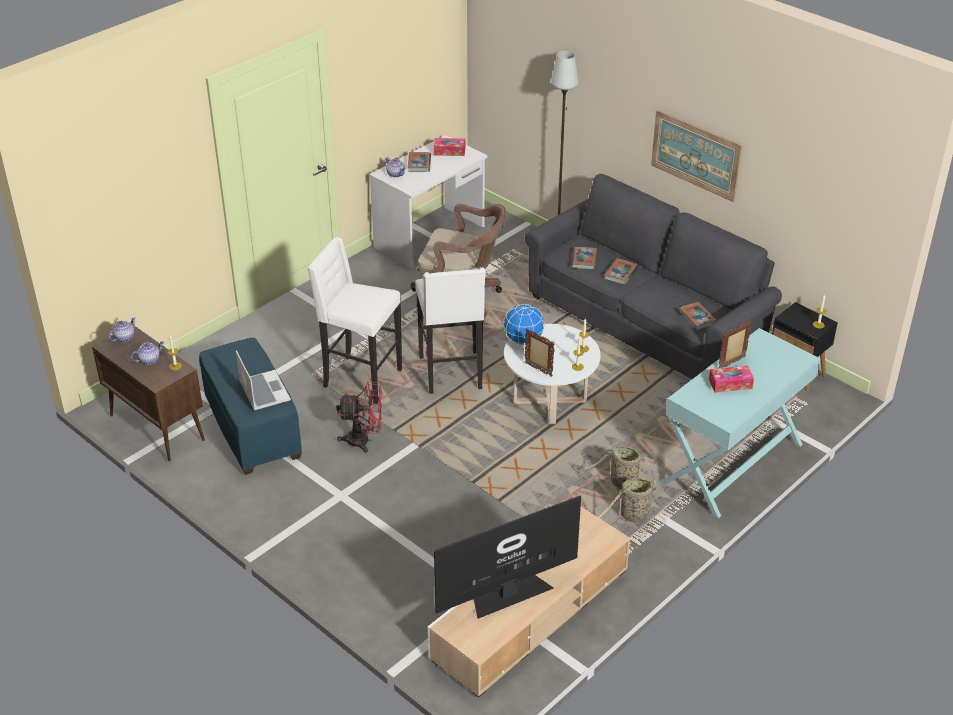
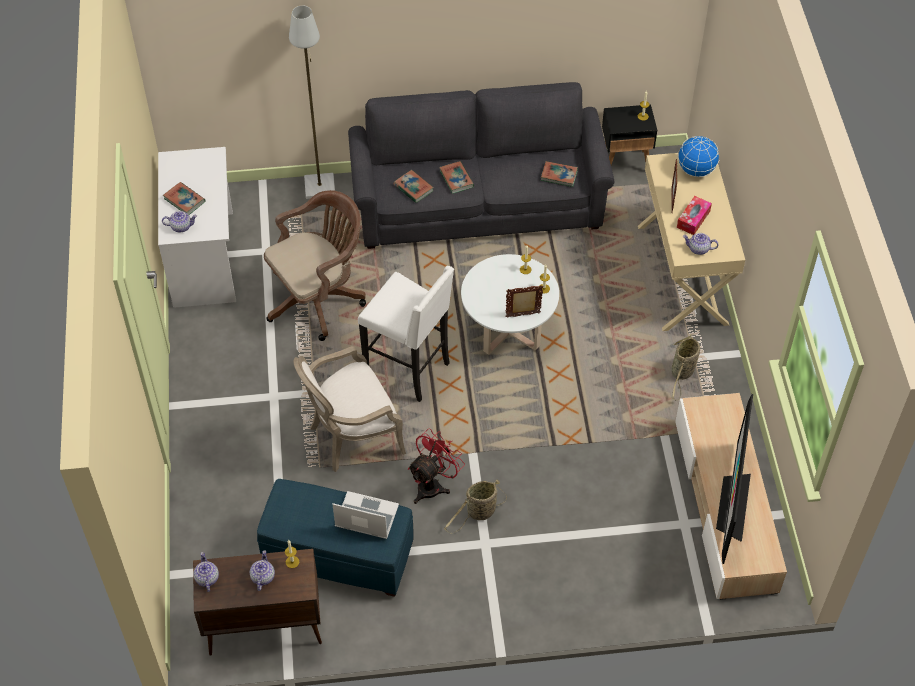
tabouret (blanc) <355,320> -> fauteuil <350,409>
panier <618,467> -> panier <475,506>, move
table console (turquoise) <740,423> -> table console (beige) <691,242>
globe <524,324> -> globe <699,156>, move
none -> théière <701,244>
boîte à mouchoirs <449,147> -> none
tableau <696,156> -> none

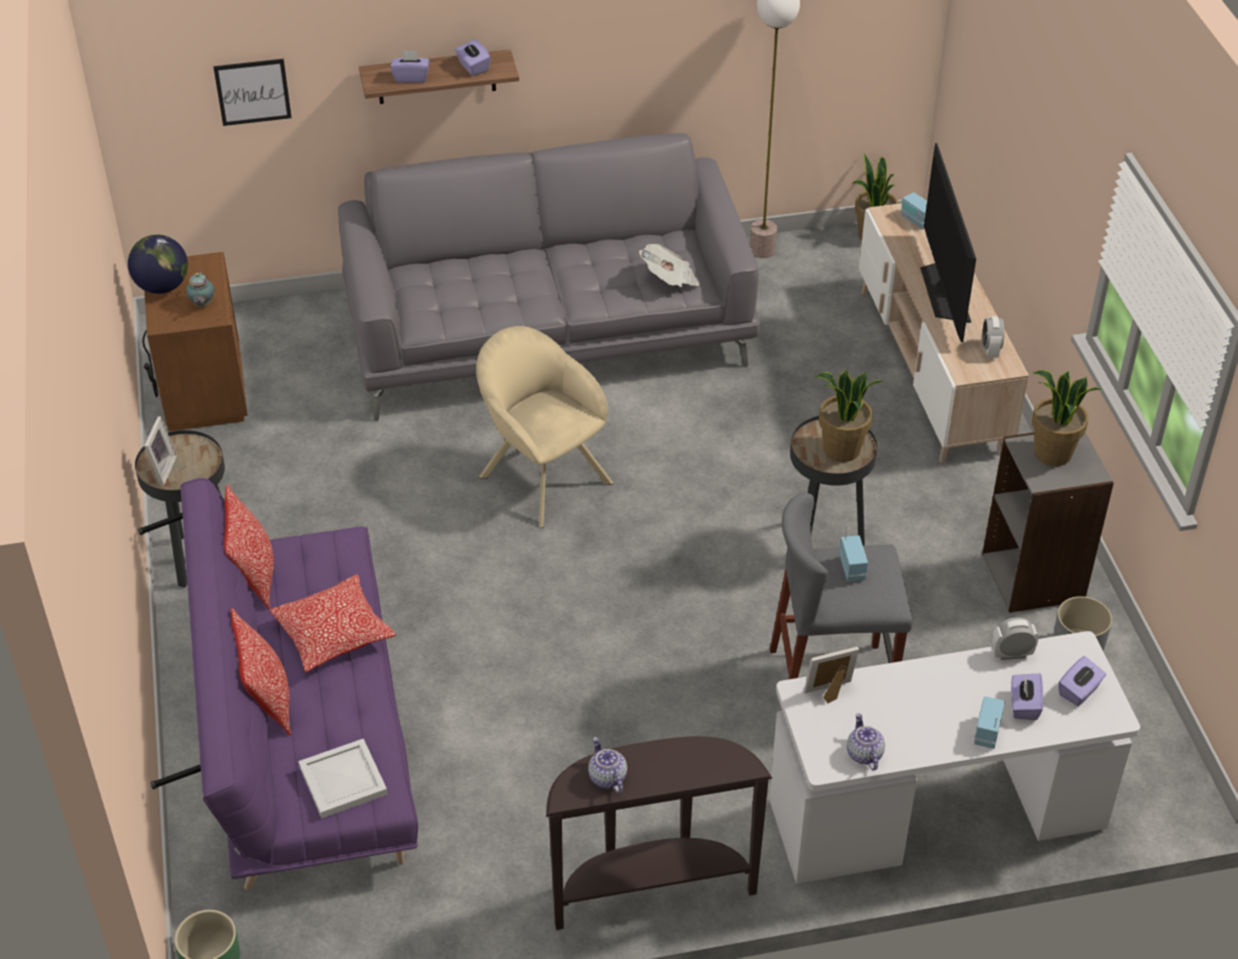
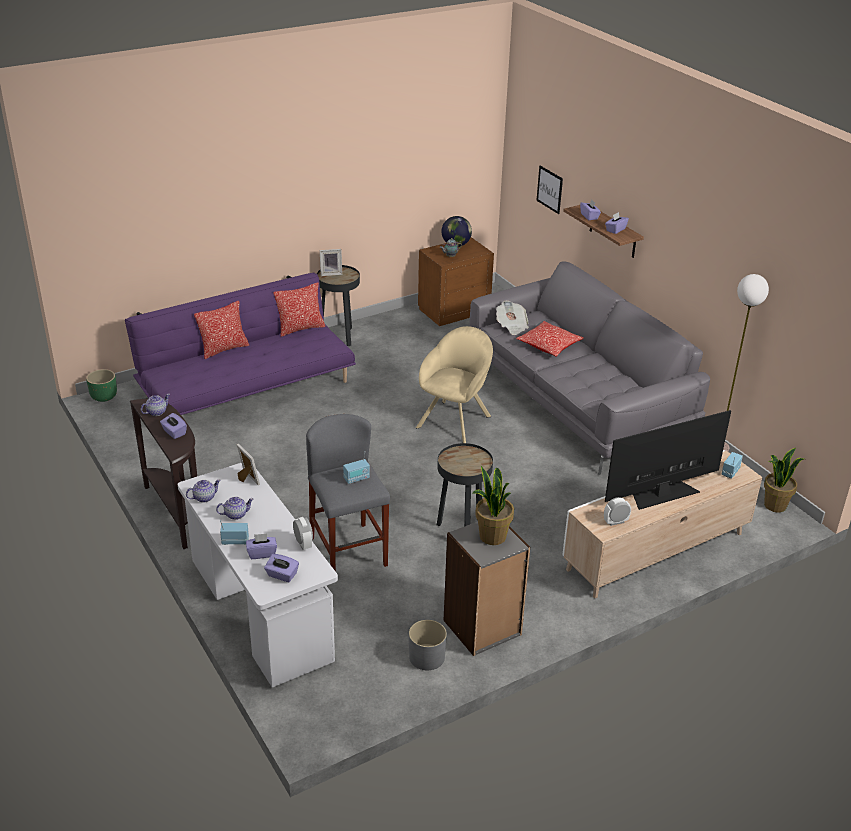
none -> boîte à mouchoirs (violet) <173,426>
none -> théière <235,508>
journal <669,265> -> journal <512,317>, move
coussin <332,623> -> coussin <550,338>, move
plateau (blanc) <343,778> -> none
plante en pot <848,415> -> none

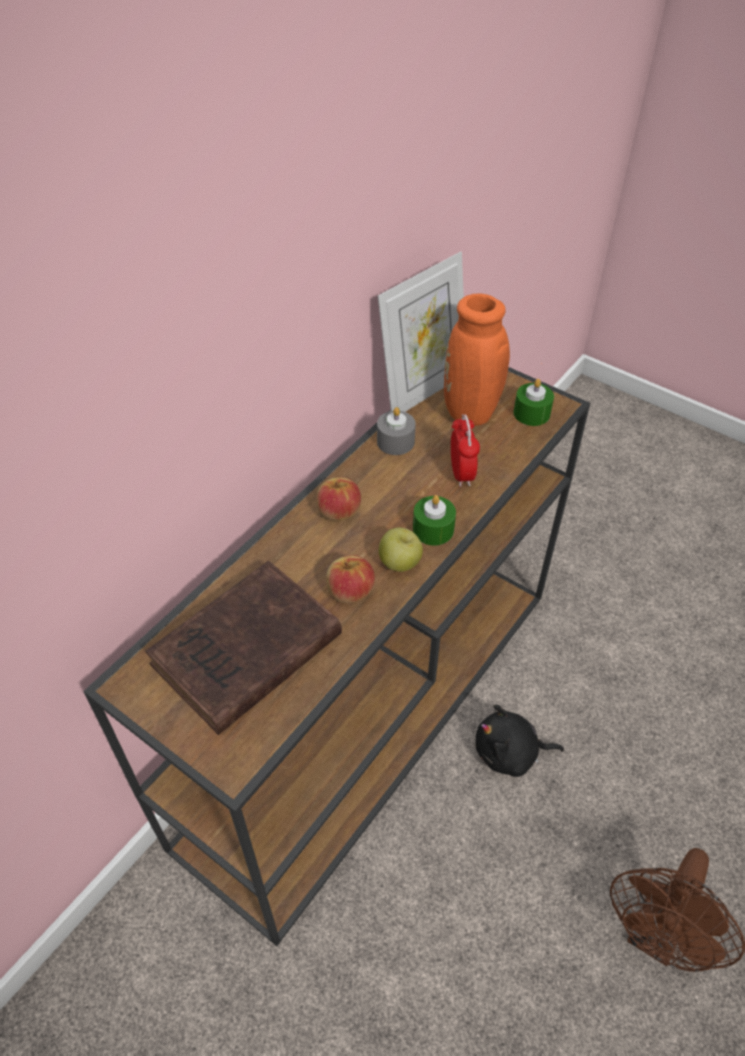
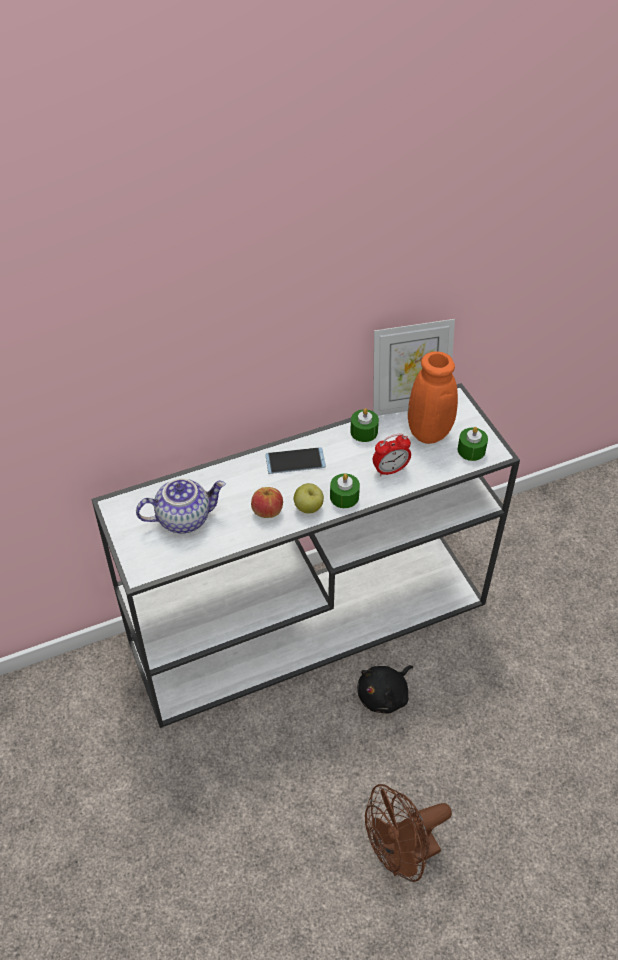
table console (marron) <336,656> -> table console (blanc) <305,555>
livre (marron) <243,648> -> théière <181,505>
pomme <339,499> -> téléphone <296,460>
bougie (gris) <396,431> -> bougie (vert) <364,425>
peluche (noir) <519,741> -> peluche (noir) <385,689>, 75 degrees counterclockwise
réveil <465,450> -> réveil <392,455>, 45 degrees clockwise

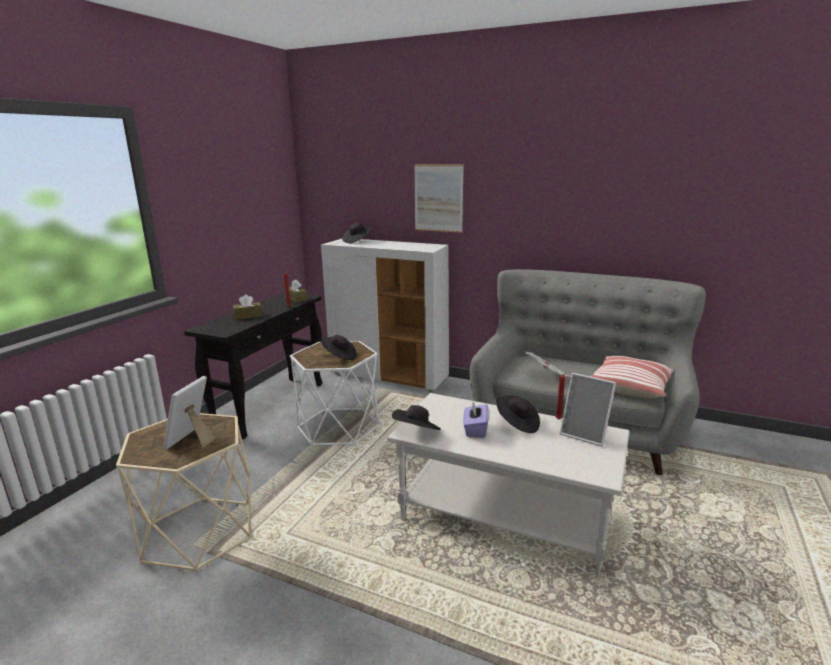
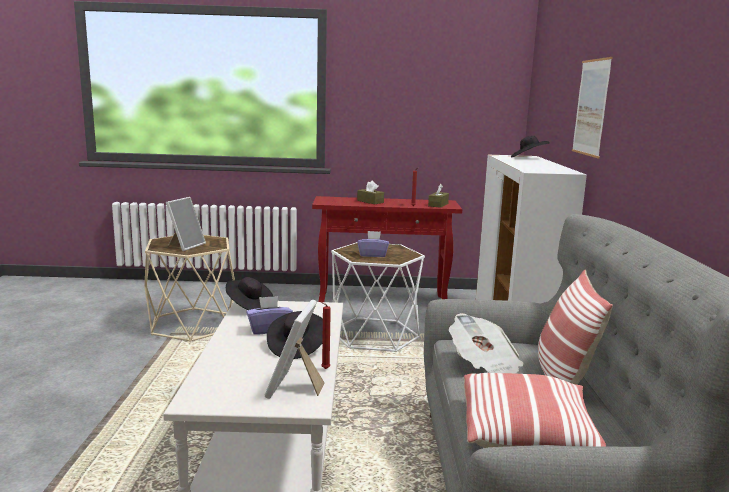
cadre photo <189,413> -> cadre photo <186,224>, 120 degrees clockwise
table console (noir) <253,365> -> table console (rouge) <387,249>
chapeau (noir) <339,347> -> boîte à mouchoirs (violet) <373,244>
none -> coussin <575,327>

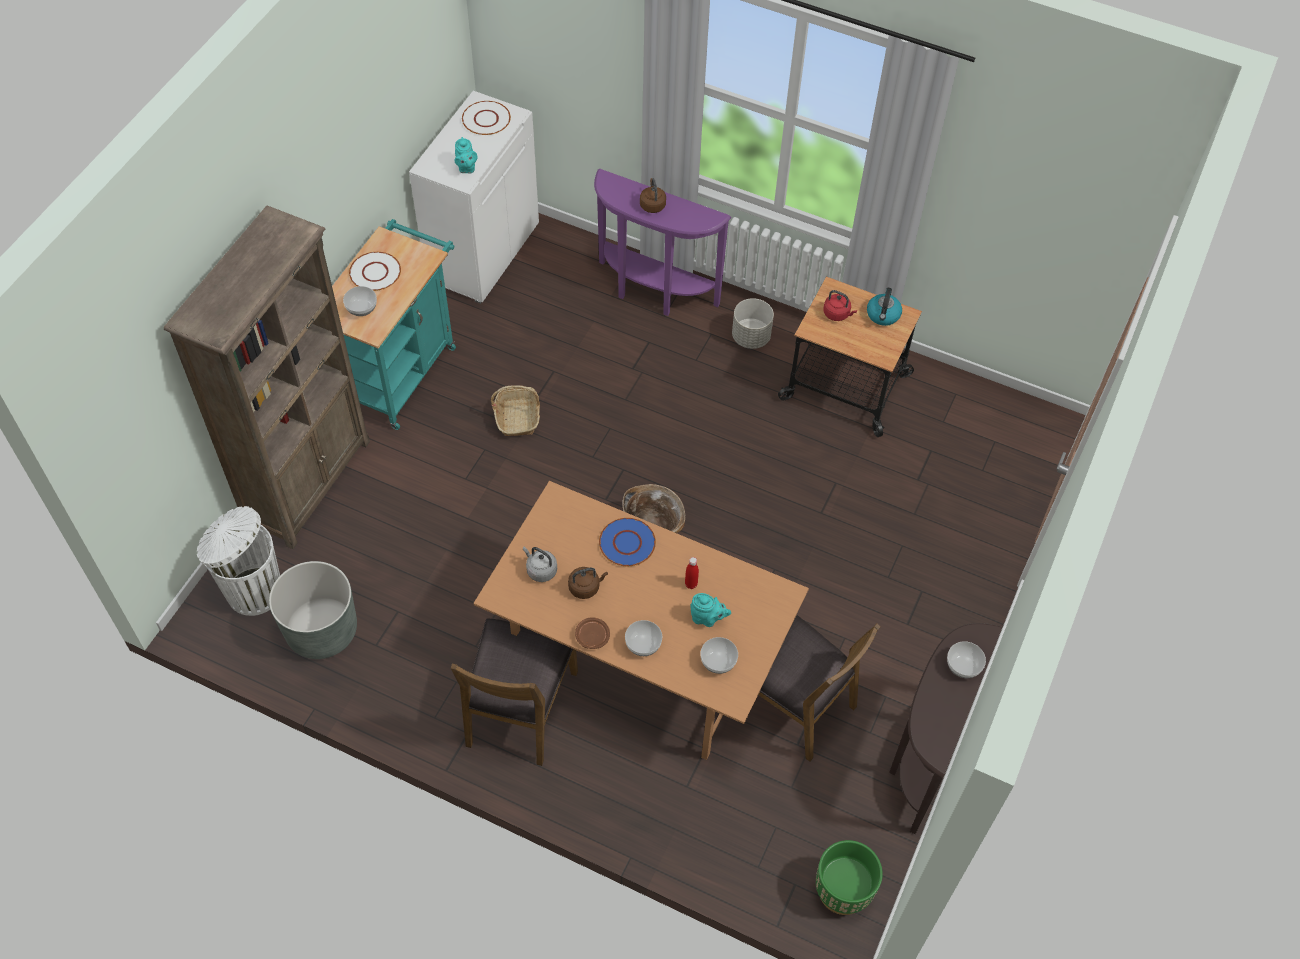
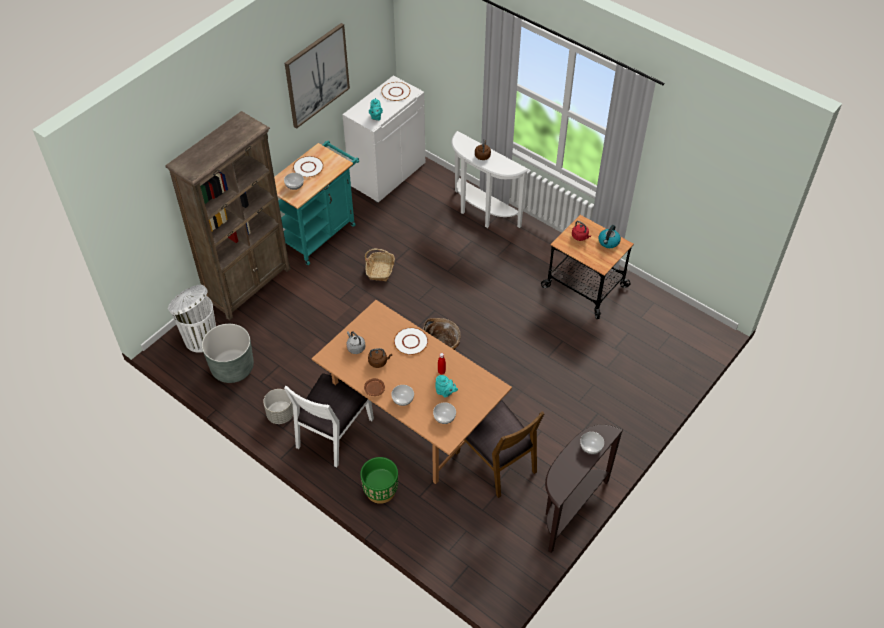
cache-pot (gris) <753,323> -> cache-pot (gris) <278,406>, move
chaise (marron) <514,692> -> chaise (blanc) <329,420>
none -> tableau <317,76>
cache-pot (vert) <849,877> -> cache-pot (vert) <379,480>, move
assiette (bleu) <627,542> -> assiette (blanc) <411,341>
table console (violet) <662,242> -> table console (blanc) <489,179>

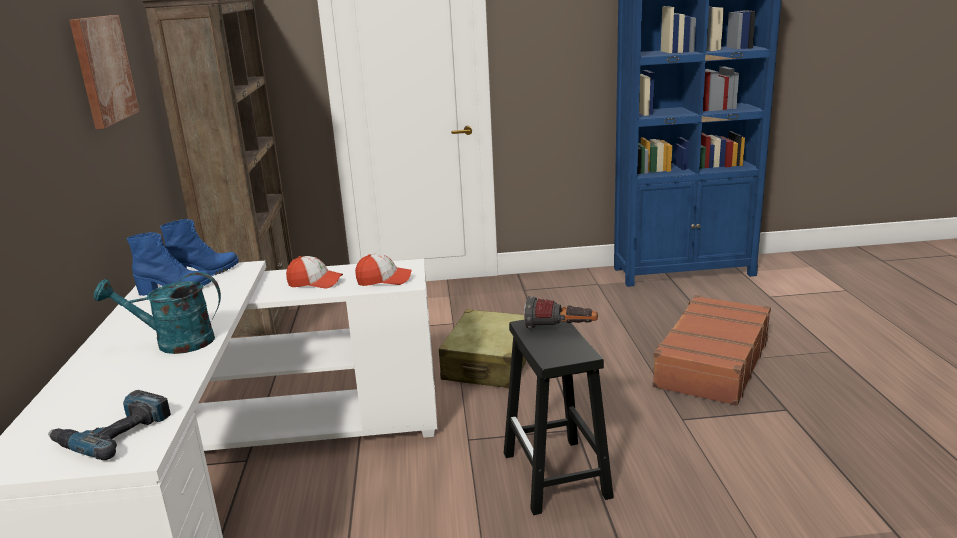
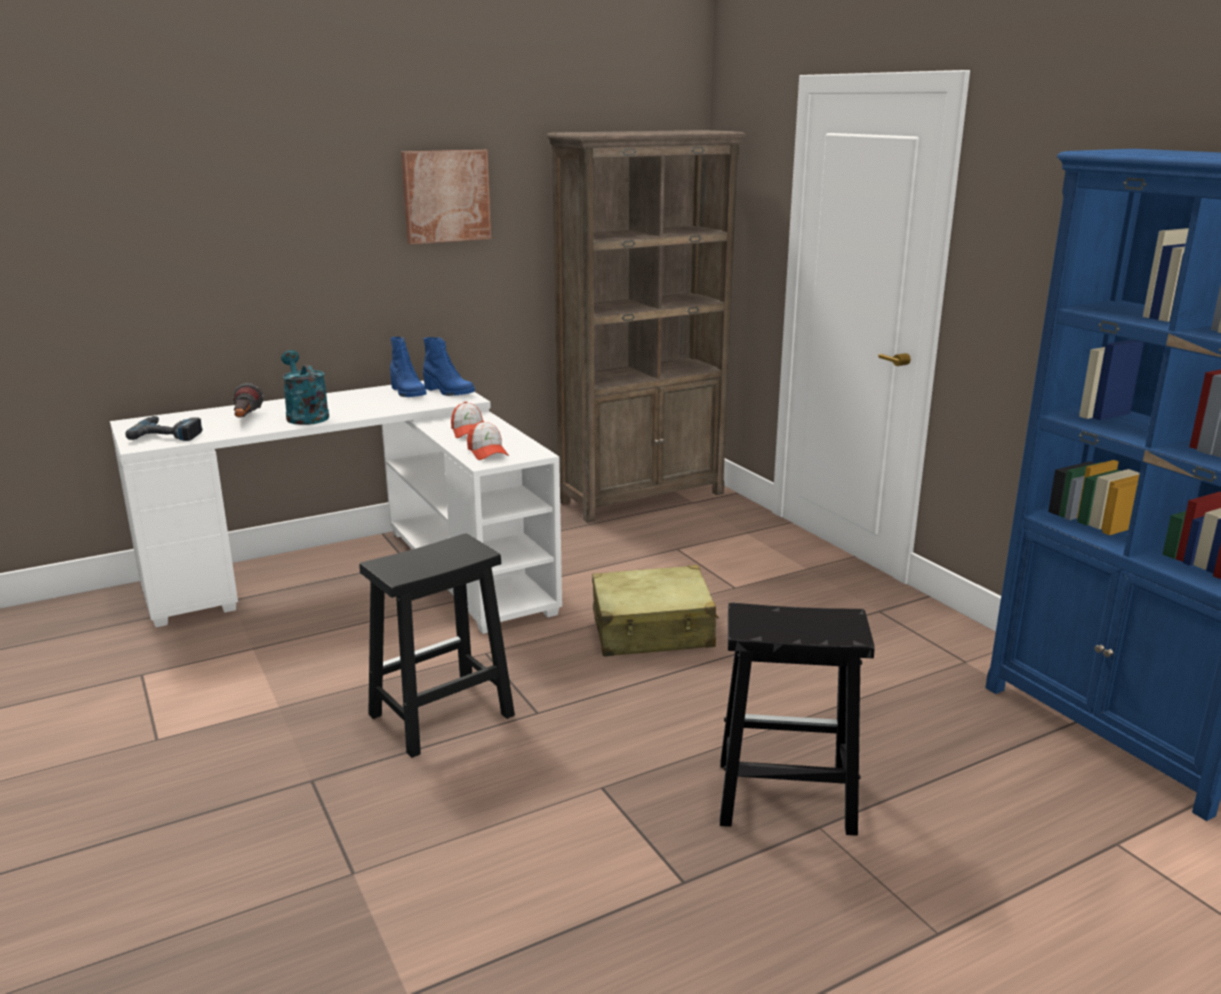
lampe de poche <561,312> -> lampe de poche <248,400>, move
valise (marron) <710,350> -> tabouret (noir) <797,719>

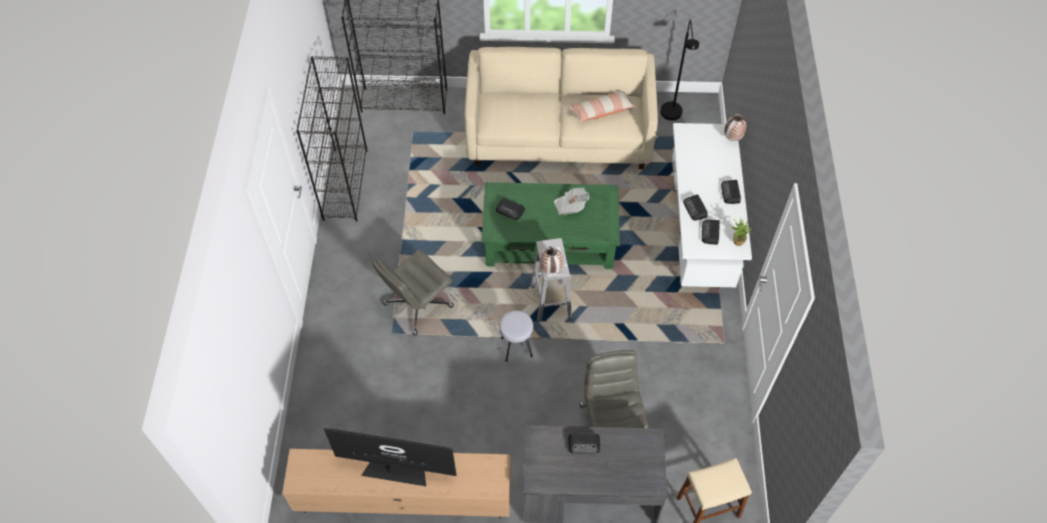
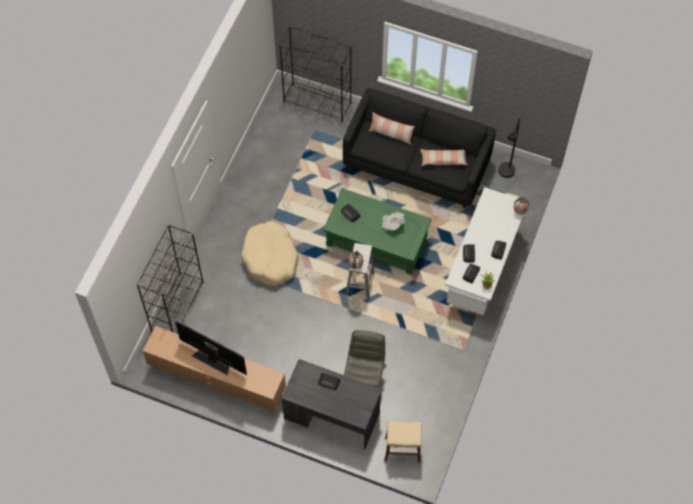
bibliothèque (noir) <331,139> -> bibliothèque (noir) <170,279>, move
chaise de bureau (gris) <413,293> -> panier pour chien (beige) <270,253>
canapé (beige) <561,108> -> canapé (noir) <419,148>
none -> coussin <392,128>
tabouret (gris) <516,336> -> none

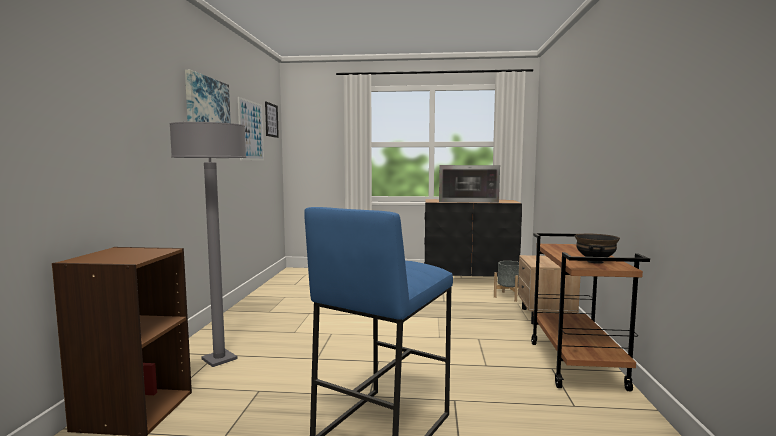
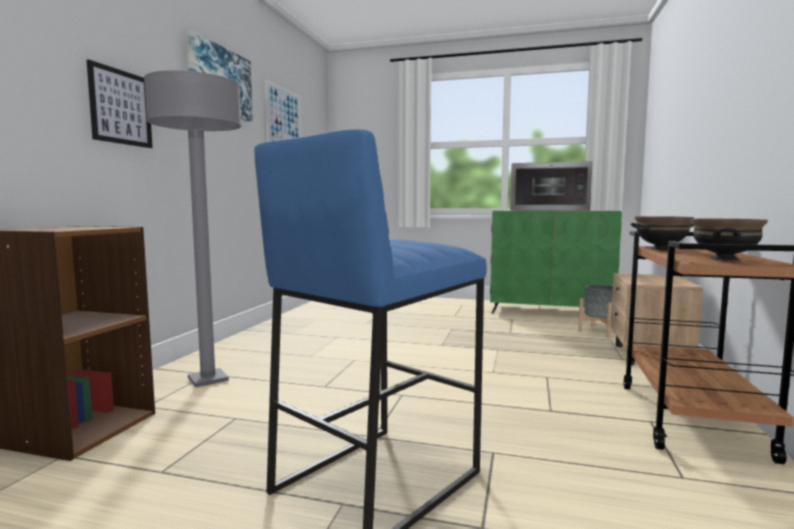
tableau <272,119> -> tableau <120,103>, move
meuble de rangement (noir) <473,238> -> meuble de rangement (vert) <556,262>
none -> bol (noir) <662,233>

